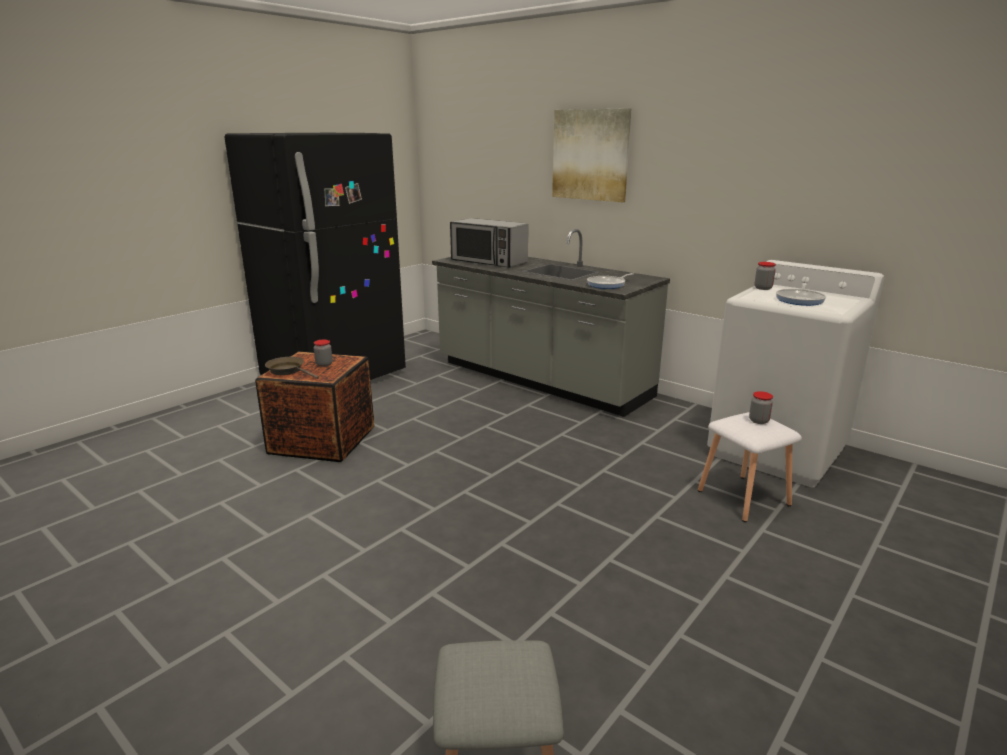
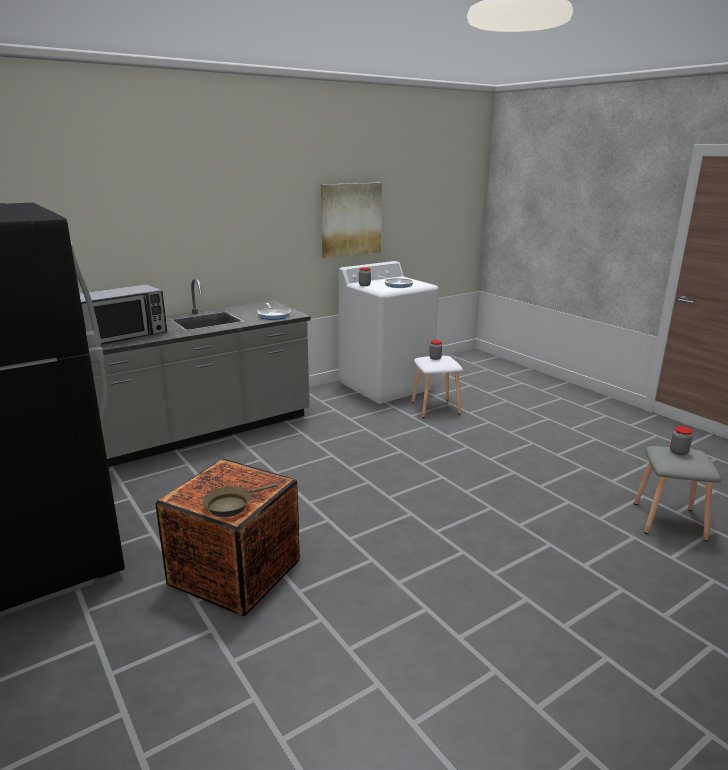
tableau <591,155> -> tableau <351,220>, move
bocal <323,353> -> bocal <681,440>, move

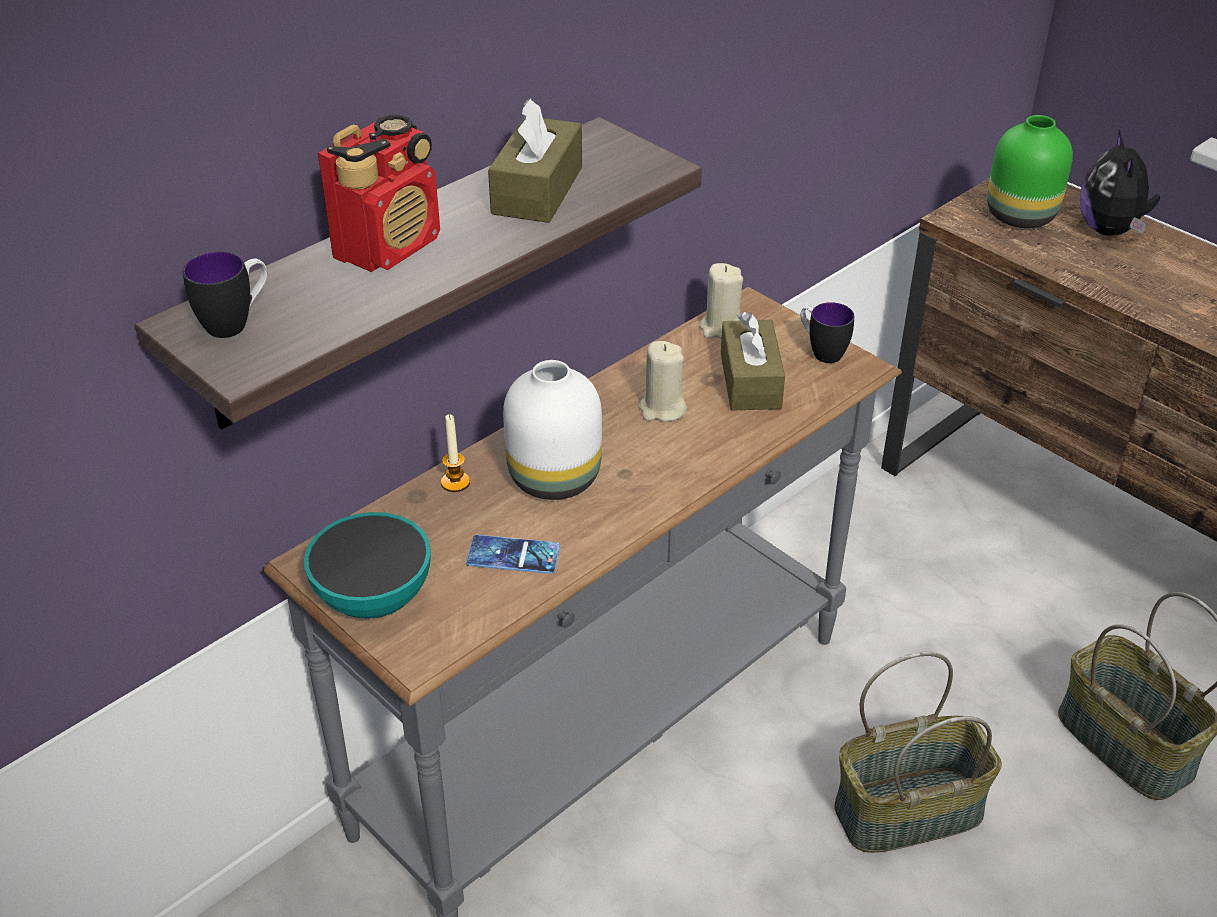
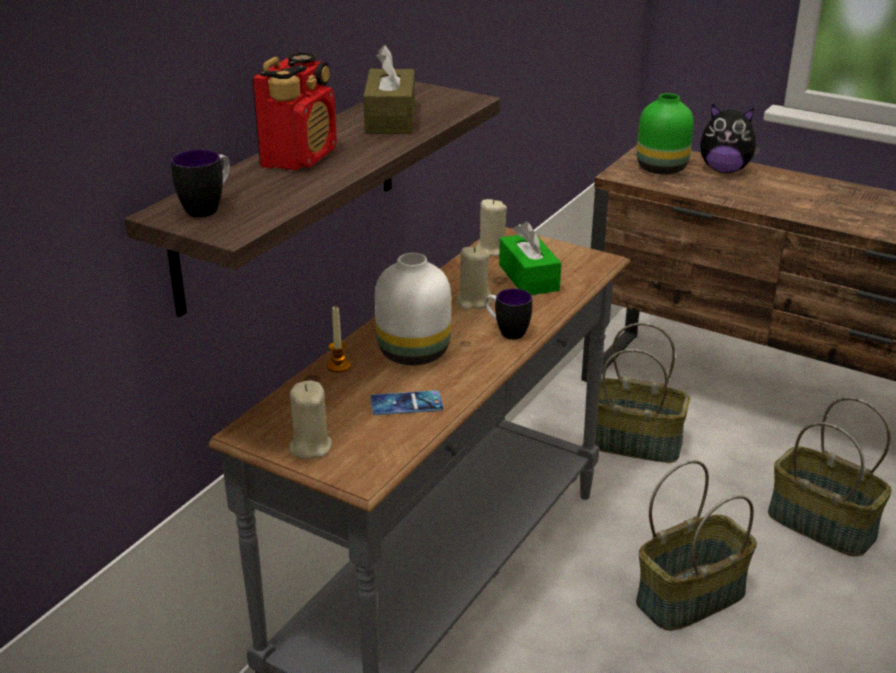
bol <367,565> -> bougie (beige) <310,420>
mug <827,332> -> mug <508,314>, move
boîte à mouchoirs (marron) <753,361> -> boîte à mouchoirs (vert) <530,258>
none -> panier <642,393>
peluche <1120,183> -> peluche <730,138>, 60 degrees counterclockwise

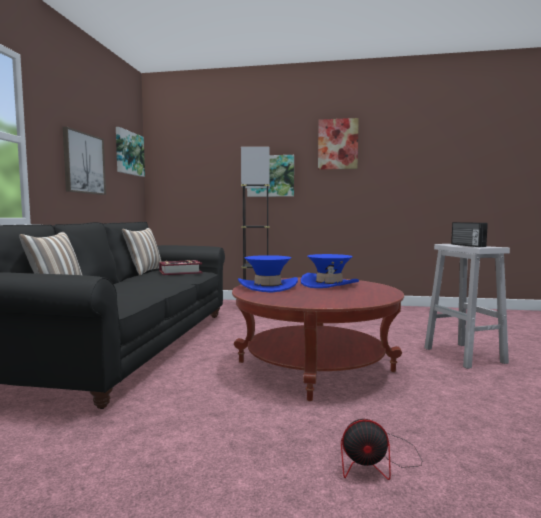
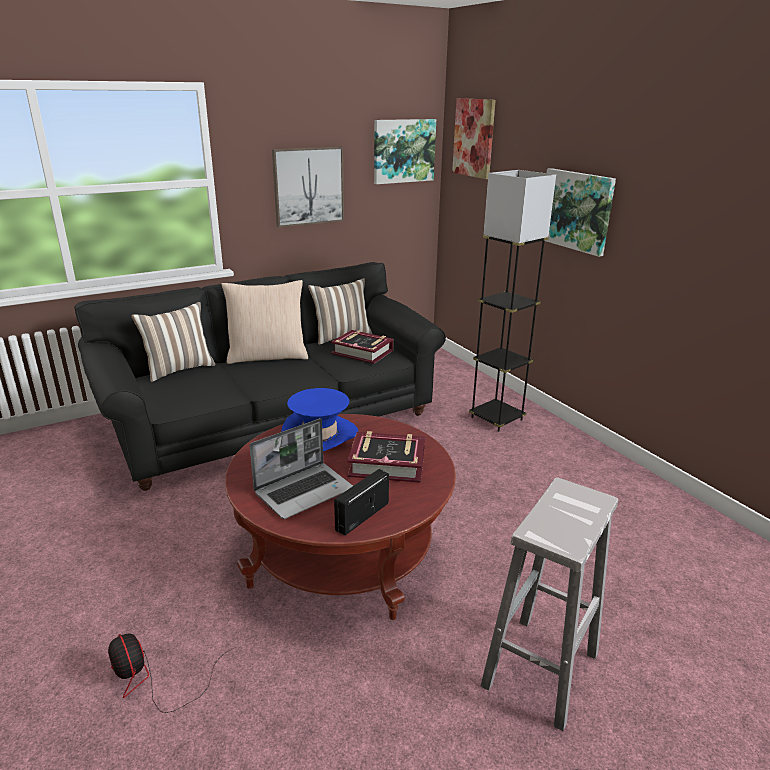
none -> coussin (beige) <264,322>
none -> ordinateur portable <301,468>
radio <469,234> -> radio <361,502>, move
chapeau (bleu) <330,271> -> livre <386,457>
tableau <338,144> -> tableau <474,138>, move

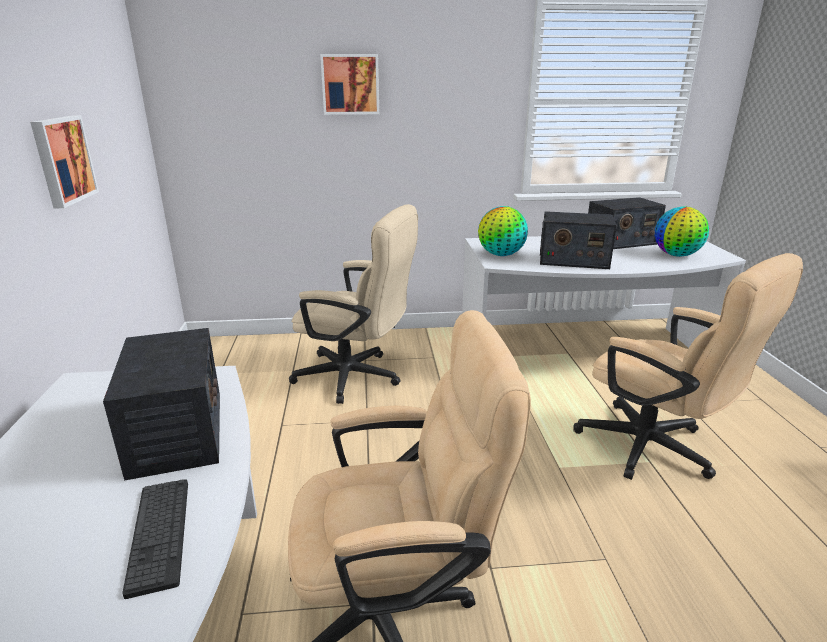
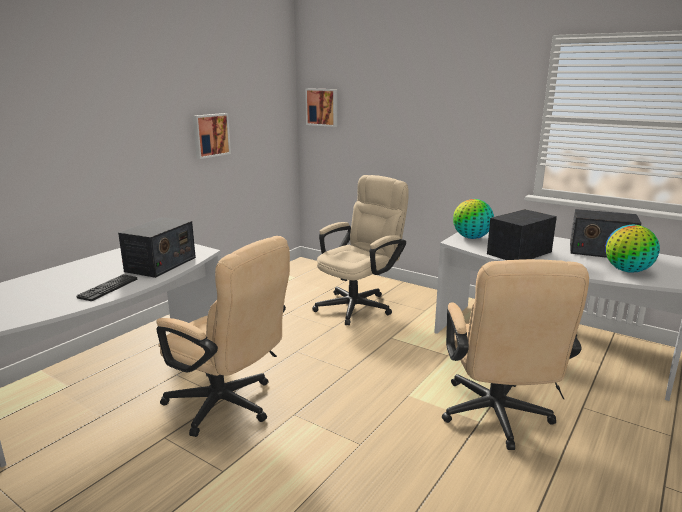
tableau <349,84> -> tableau <321,107>, move
chaise de bureau (beige) <353,304> -> chaise de bureau (beige) <360,250>, 105 degrees counterclockwise
radio <578,240> -> radio <522,234>, 90 degrees clockwise

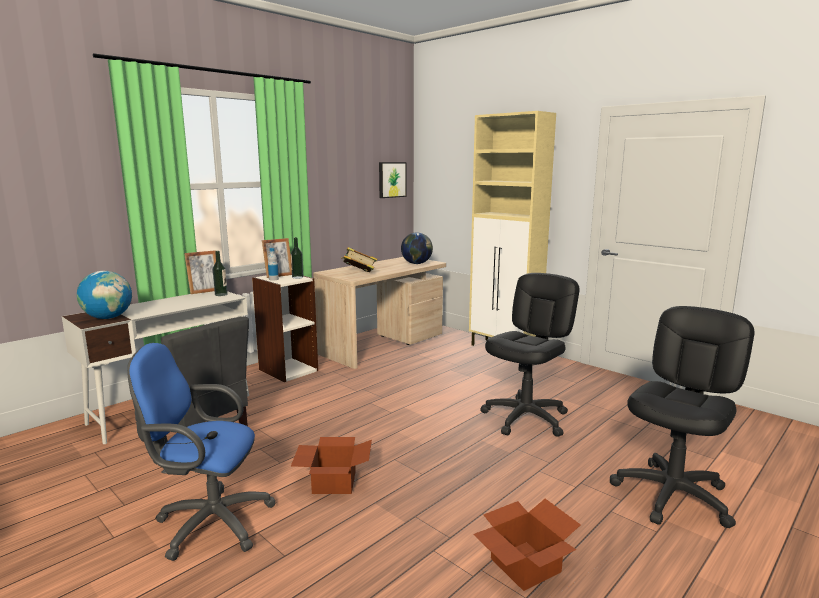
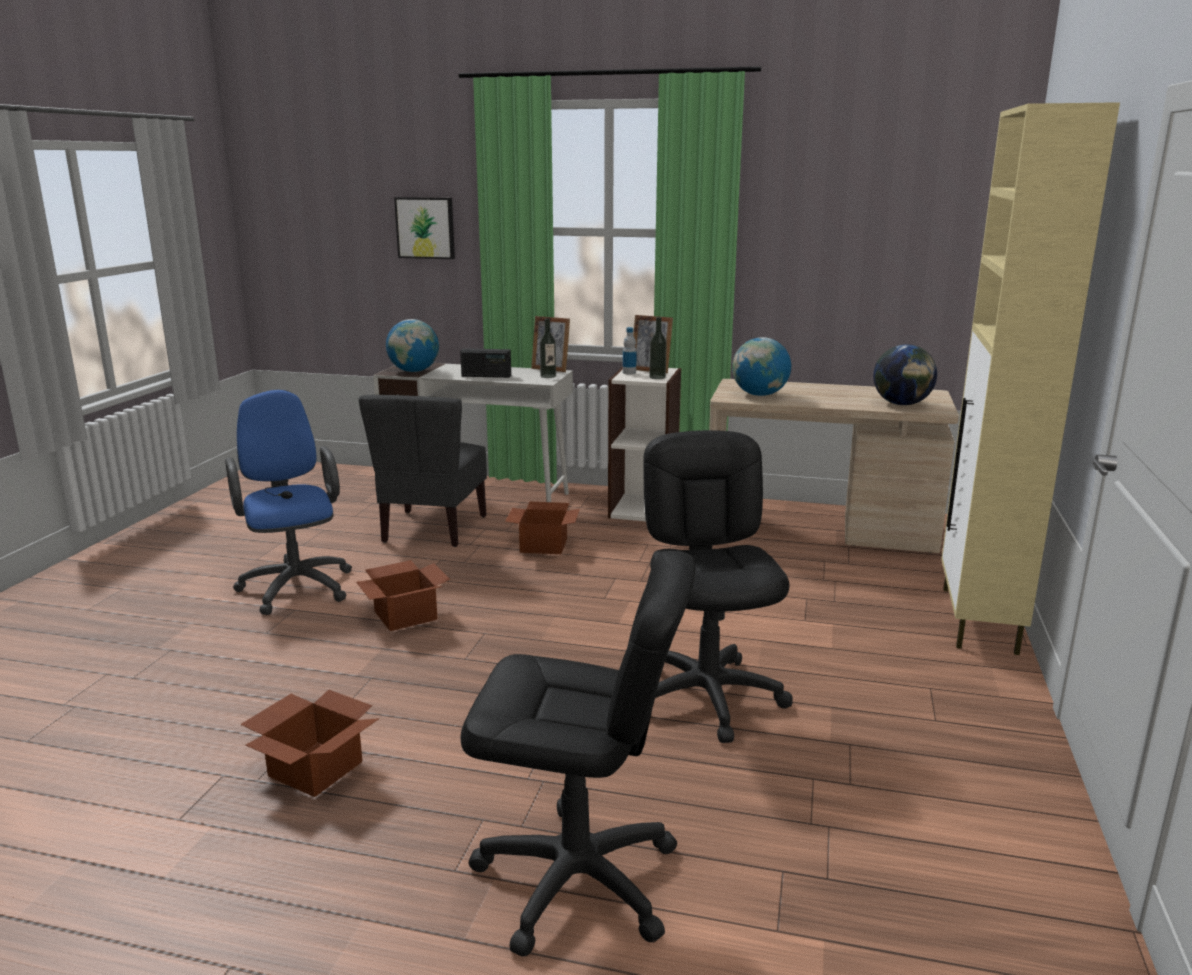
tableau <392,180> -> tableau <424,228>, move
none -> radio <485,363>
none -> carton <542,528>
chaise de bureau (noir) <529,355> -> chaise de bureau (noir) <718,586>, 105 degrees counterclockwise
livre <359,259> -> globe <761,366>

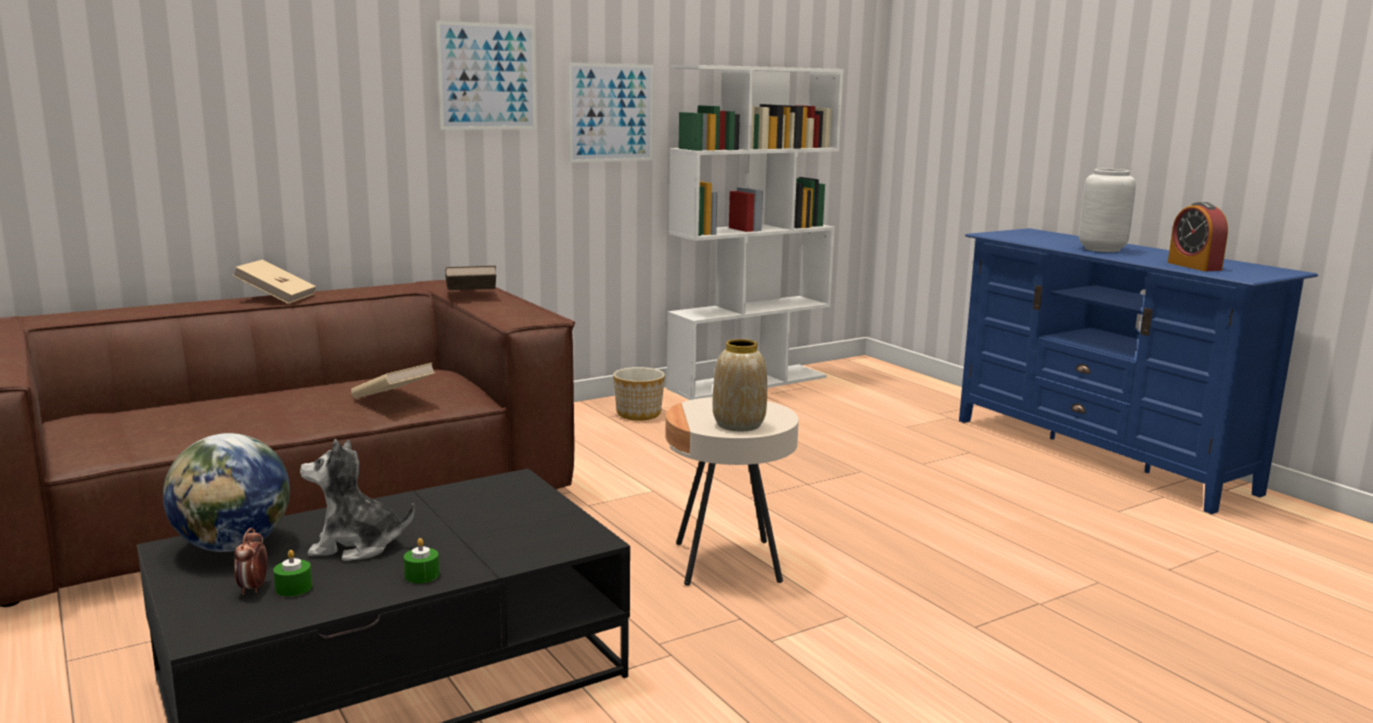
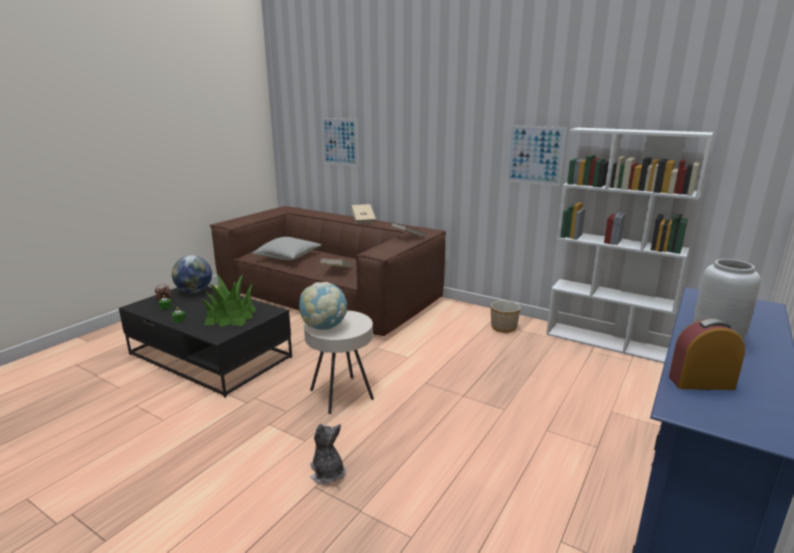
none -> plante en pot <229,300>
none -> coussin (gris) <286,248>
vase <740,385> -> globe <323,306>
peluche <357,500> -> peluche <328,454>, move
tableau <486,75> -> tableau <340,142>, move
réveil <1198,236> -> réveil <707,354>, 45 degrees clockwise

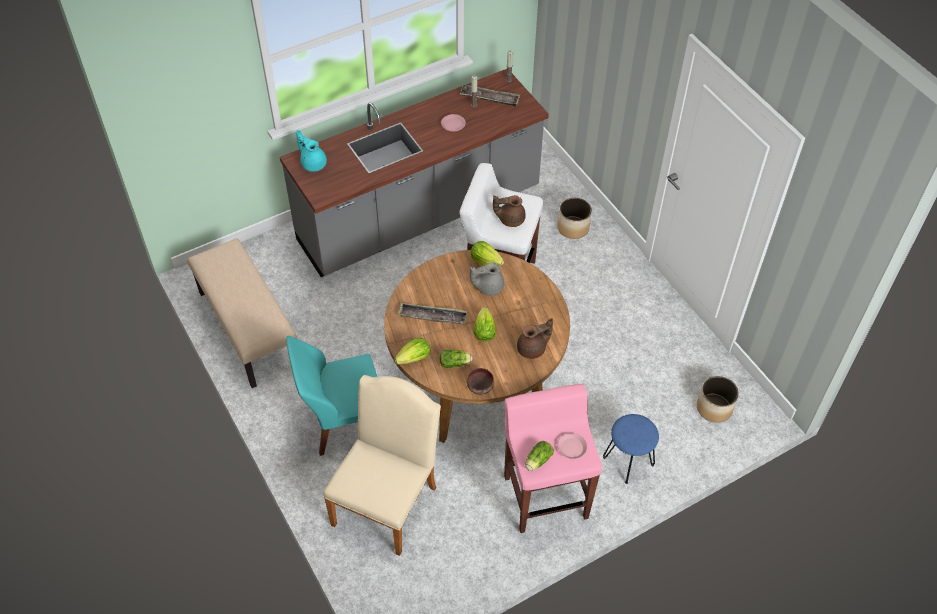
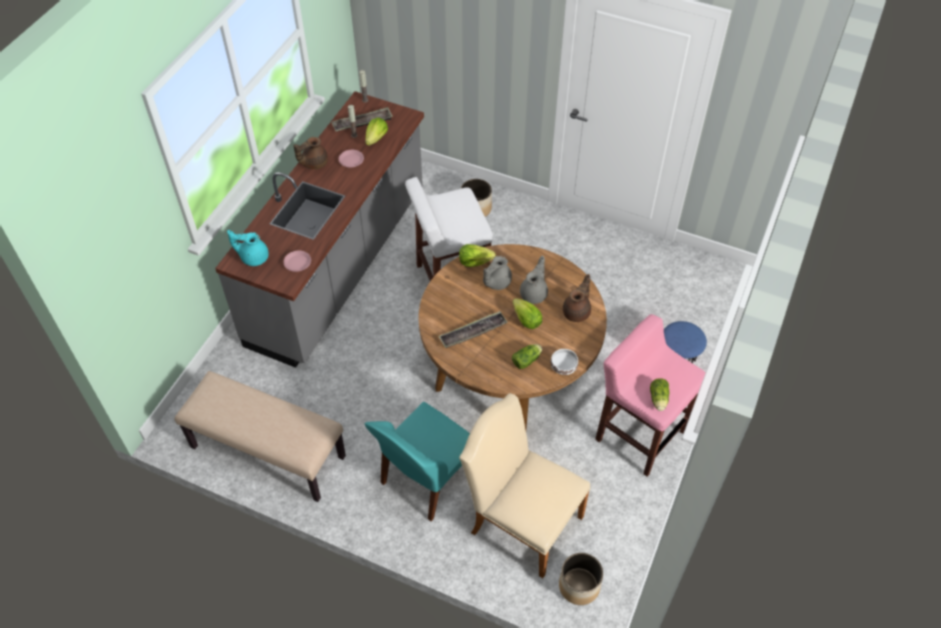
assiette (rose) <572,446> -> assiette (rose) <297,261>, move
théière (marron) <509,211> -> théière (marron) <311,153>, move
laitue <412,351> -> laitue <376,132>, move
chaise (beige) <382,465> -> chaise (beige) <525,485>, 45 degrees counterclockwise
none -> théière (gris) <534,280>
bol (marron) <480,381> -> bol (blanc) <564,362>
cache-pot <718,399> -> cache-pot <581,579>, move

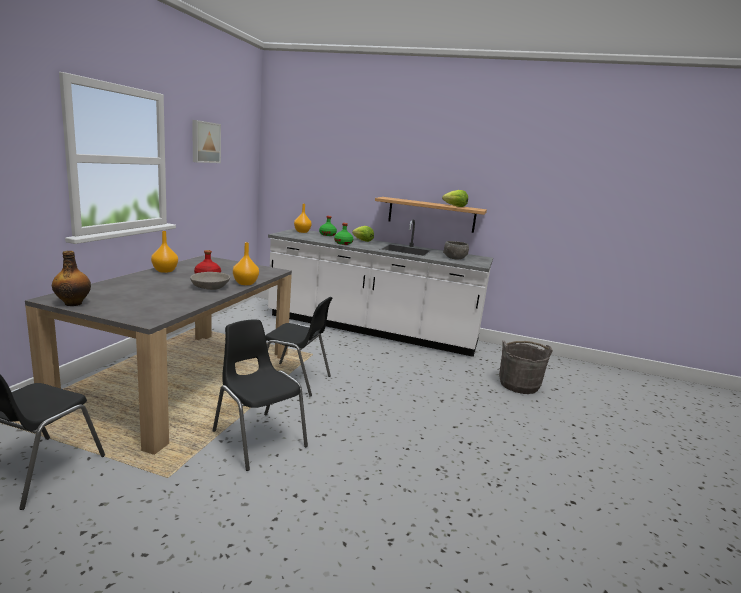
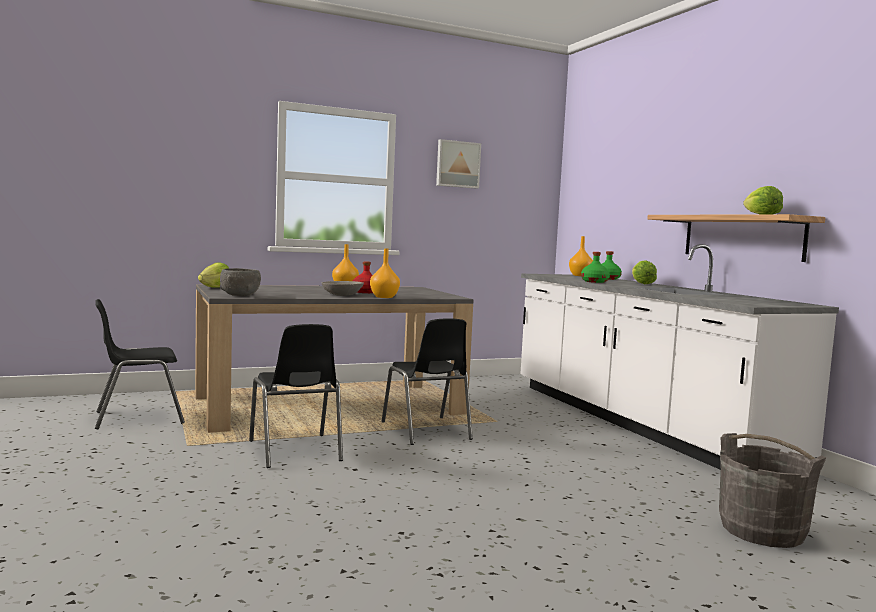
bouteille <71,278> -> laitue <213,275>
bol (gris) <456,250> -> bol (gris) <240,282>, move
chaise (noir) <260,395> -> chaise (noir) <296,396>, 150 degrees clockwise

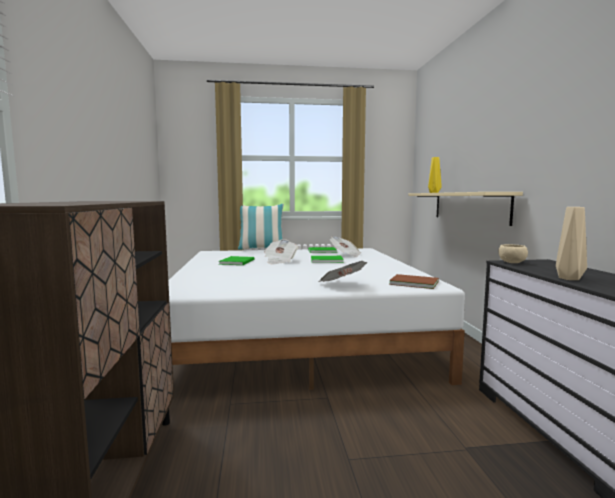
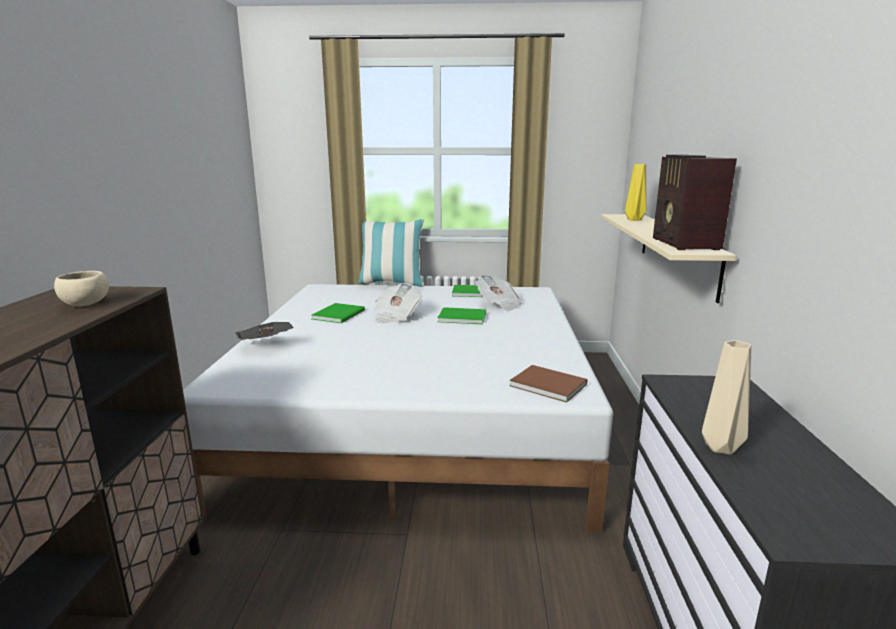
bol (beige) <513,253> -> bol (beige) <81,288>, move
journal <342,271> -> journal <264,331>, move
none -> radio <695,202>

